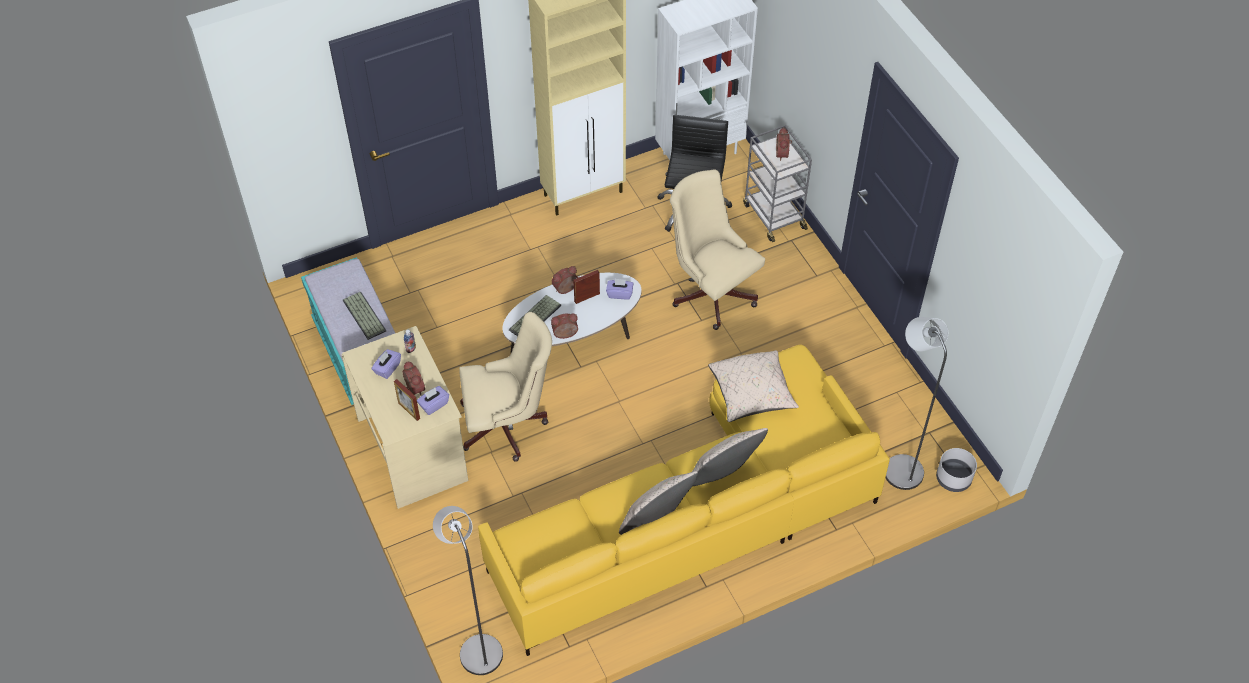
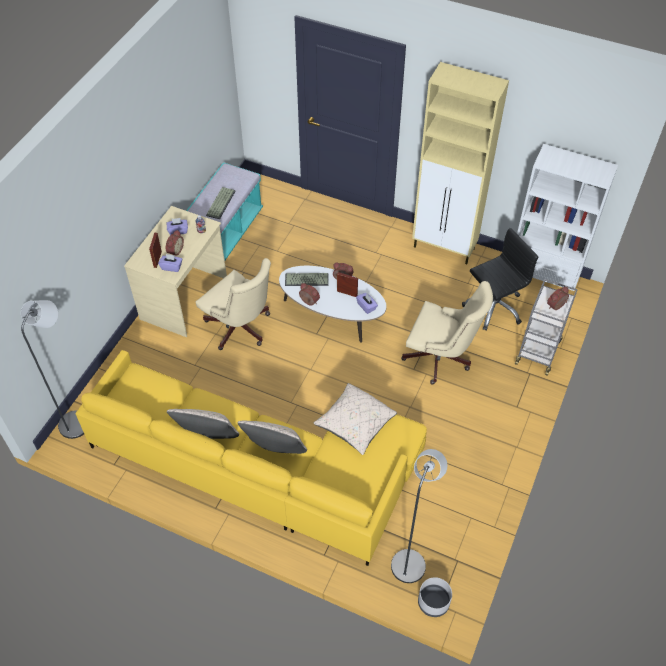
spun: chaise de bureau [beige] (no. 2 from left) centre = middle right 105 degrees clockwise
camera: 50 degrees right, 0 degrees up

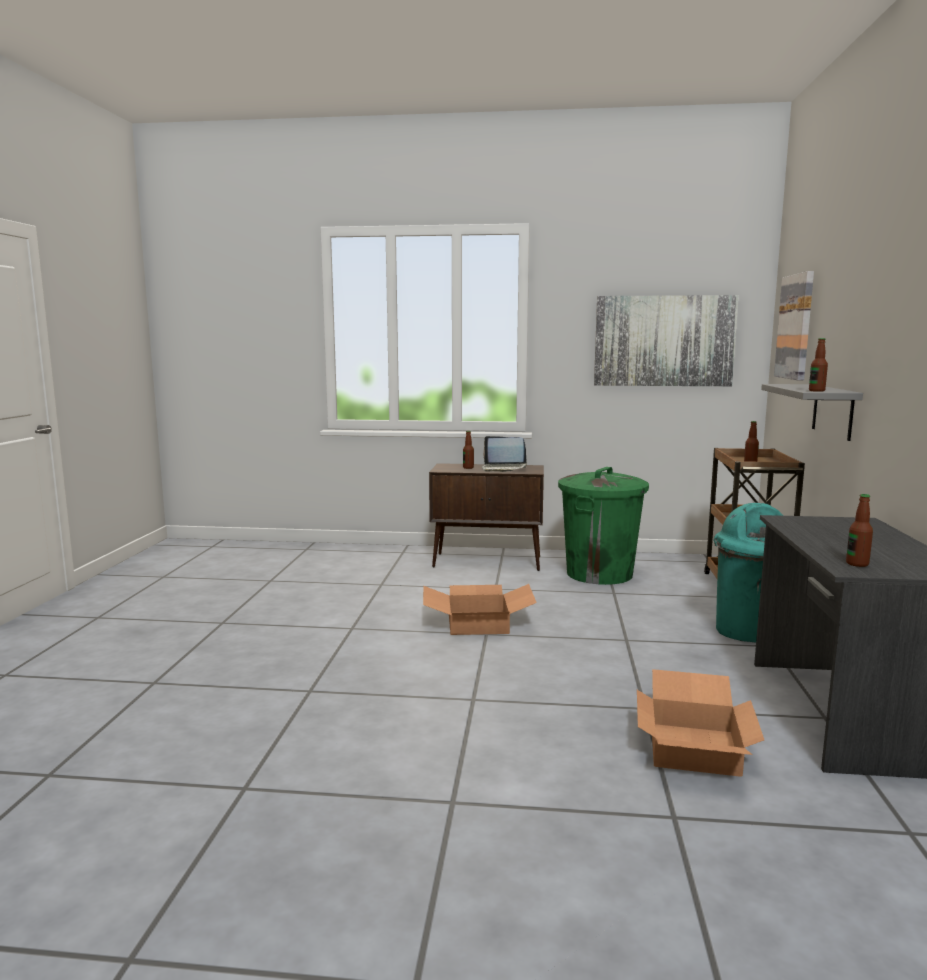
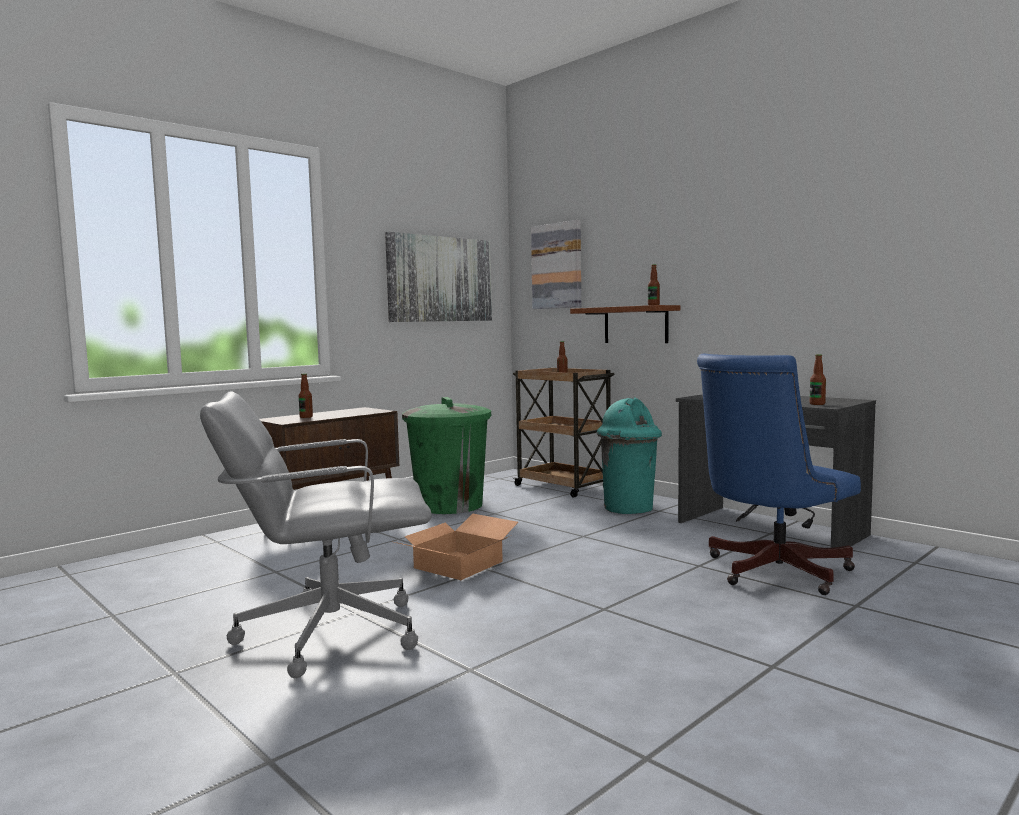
missing: ordinateur portable centre
appeared: chaise de bureau [gris] middle left
exchanged: carton (no. 2 from left) bottom right to chaise de bureau [bleu] middle right
colour: étagère [gris] middle right to étagère [marron] centre
camera: 50 degrees left, 5 degrees down

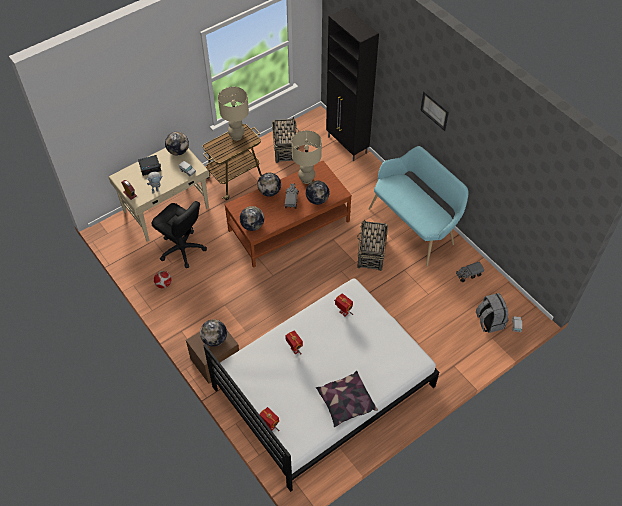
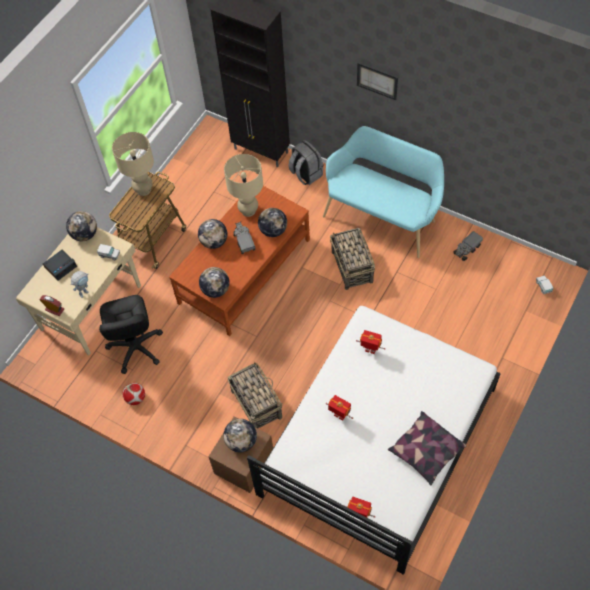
relocated: panier (no. 1 from left) top centre to bottom centre; sac à dos [gris] middle right to top centre
spun: chaise de bureau [noir] middle left = middle left 60 degrees clockwise
camera: 20 degrees left, 5 degrees up

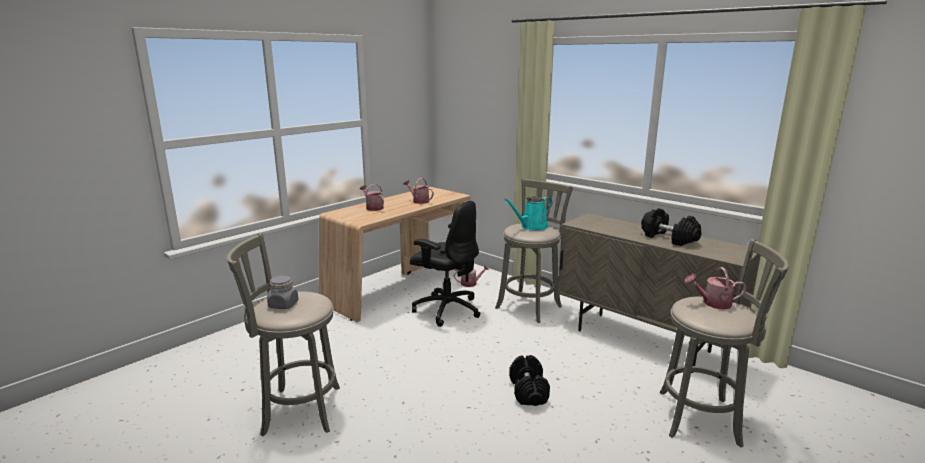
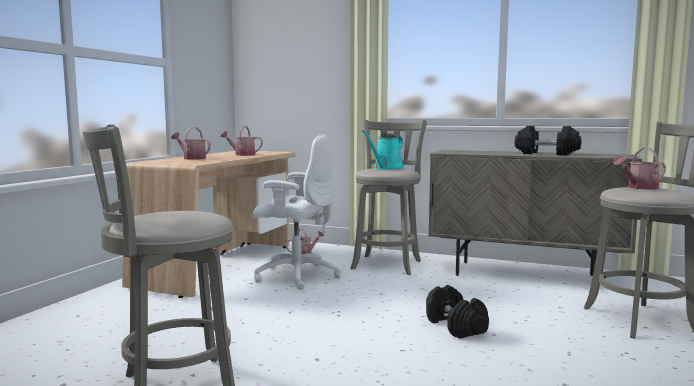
missing: bocal [gris] middle left
colour: chaise de bureau [noir] centre to chaise de bureau [blanc] centre
camera: 20 degrees left, 10 degrees down

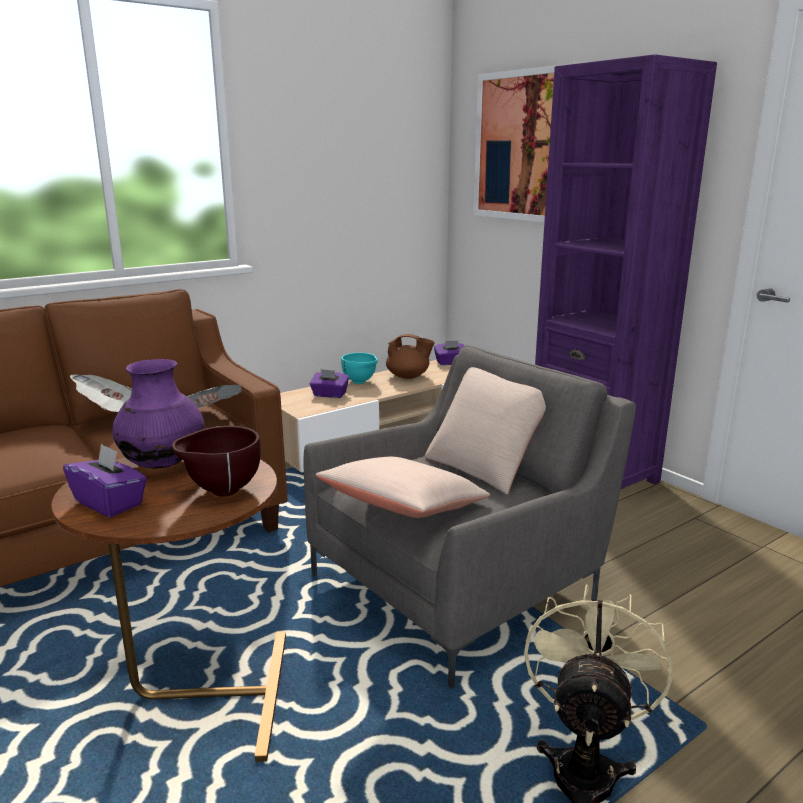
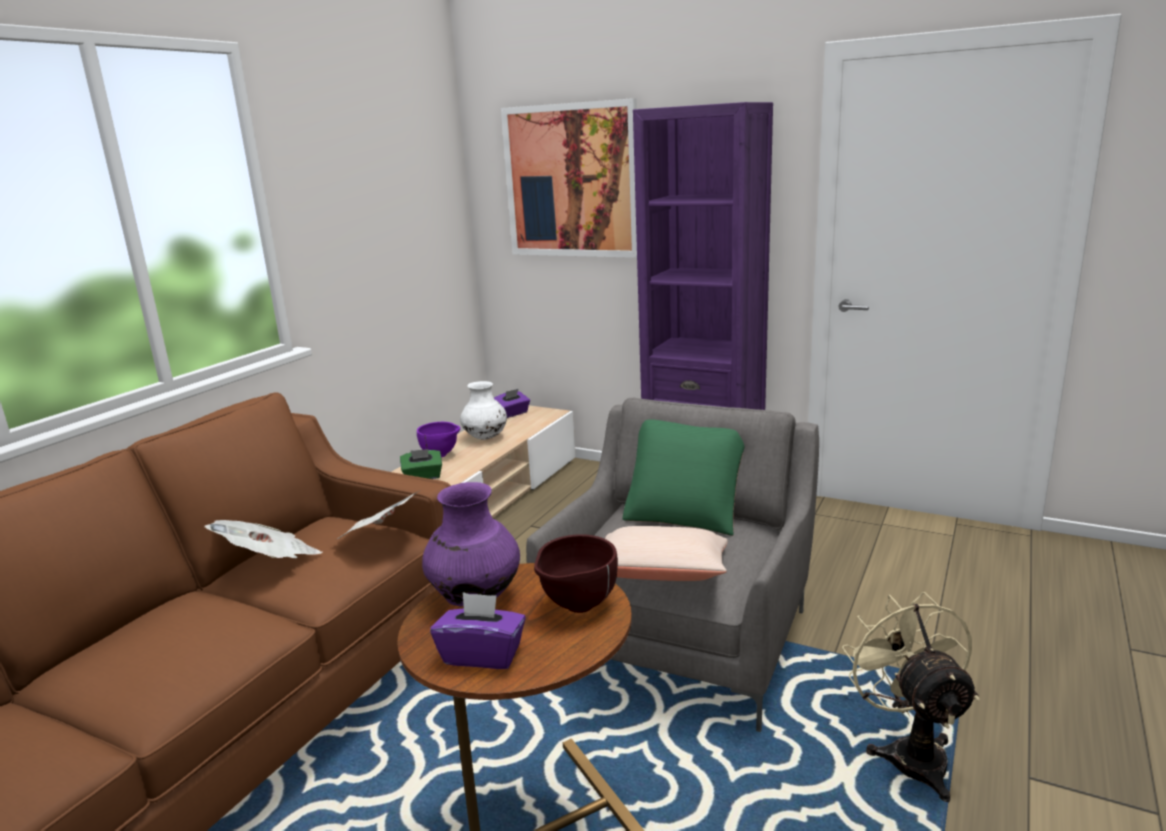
exchanged: théière [marron] centre to vase [blanc] centre
colour: boîte à mouchoirs [violet] (no. 2 from left) centre to boîte à mouchoirs [vert] centre; bol [turquoise] centre to bol [violet] centre; coussin [beige] (no. 2 from left) centre to coussin [vert] centre
camera: 25 degrees left, 0 degrees up

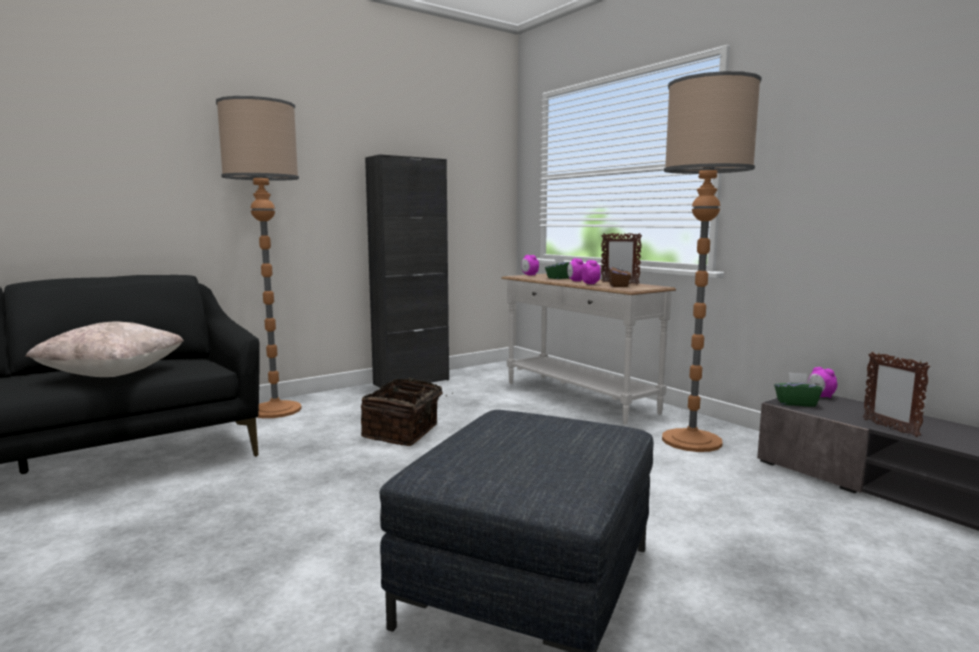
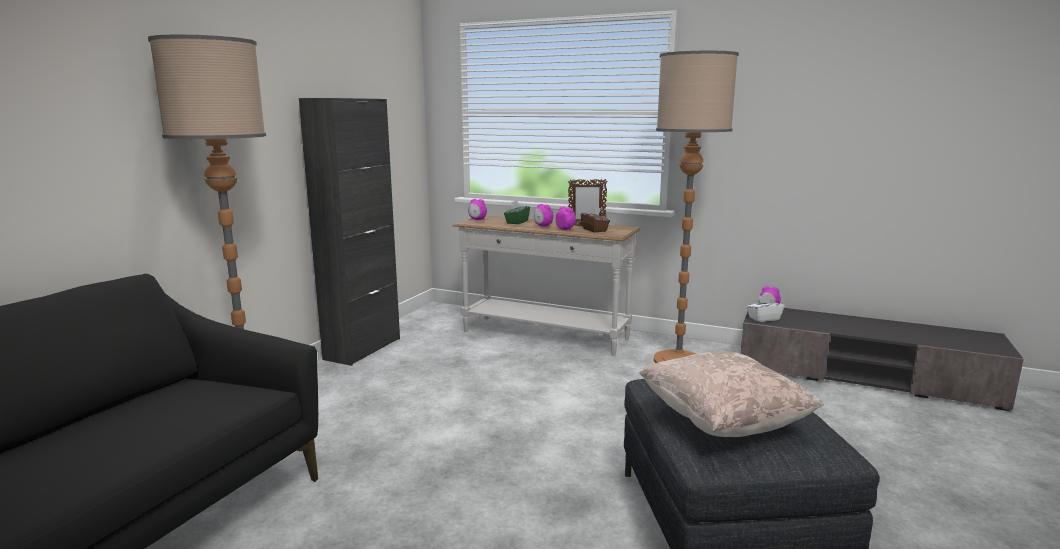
missing: panier centre; cadre photo (no. 2 from left) middle right
relocated: coussin [beige] middle left to bottom right
colour: boîte à mouchoirs [vert] (no. 2 from left) middle right to boîte à mouchoirs [blanc] middle right
camera: 30 degrees left, 5 degrees up

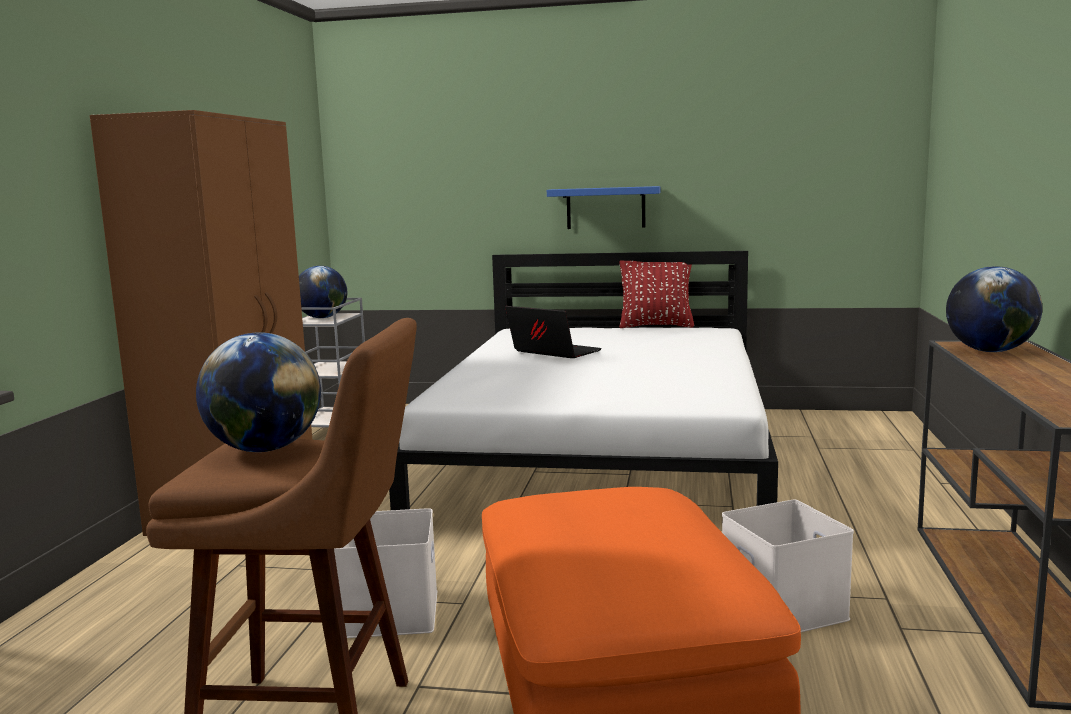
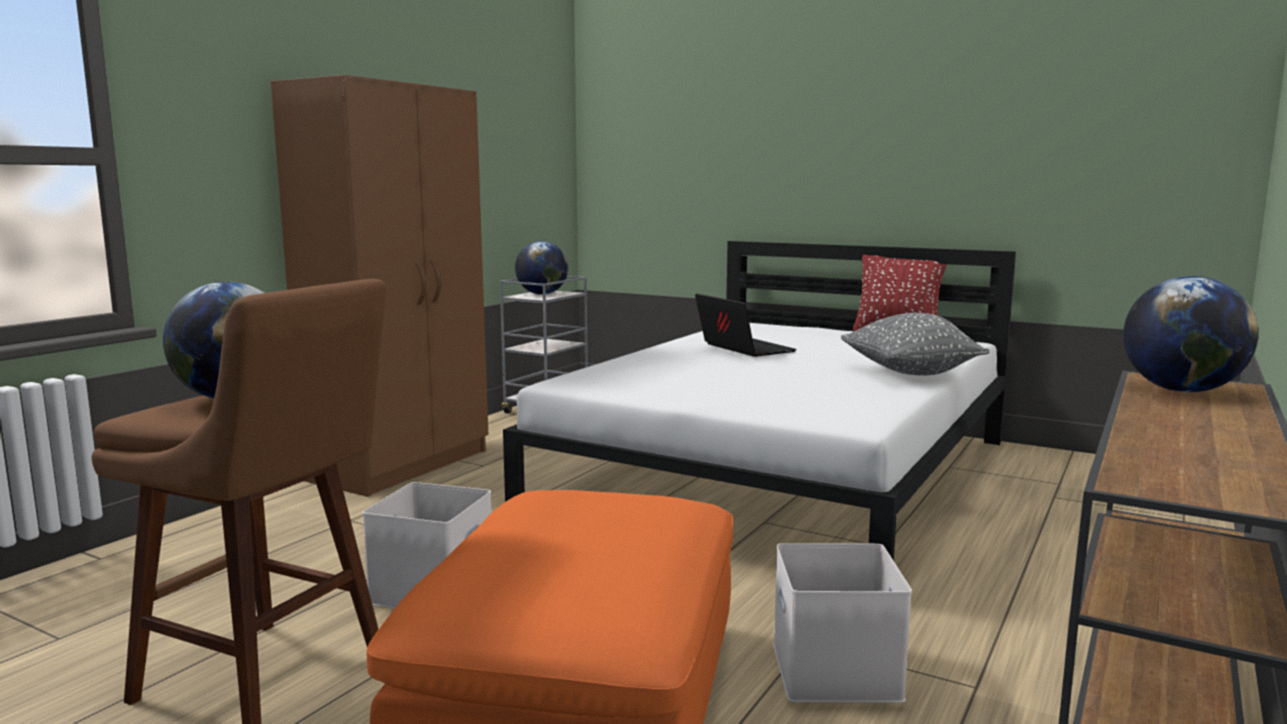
missing: étagère [bleu] top centre
appeared: coussin [gris] middle right
camera: 20 degrees right, 0 degrees up

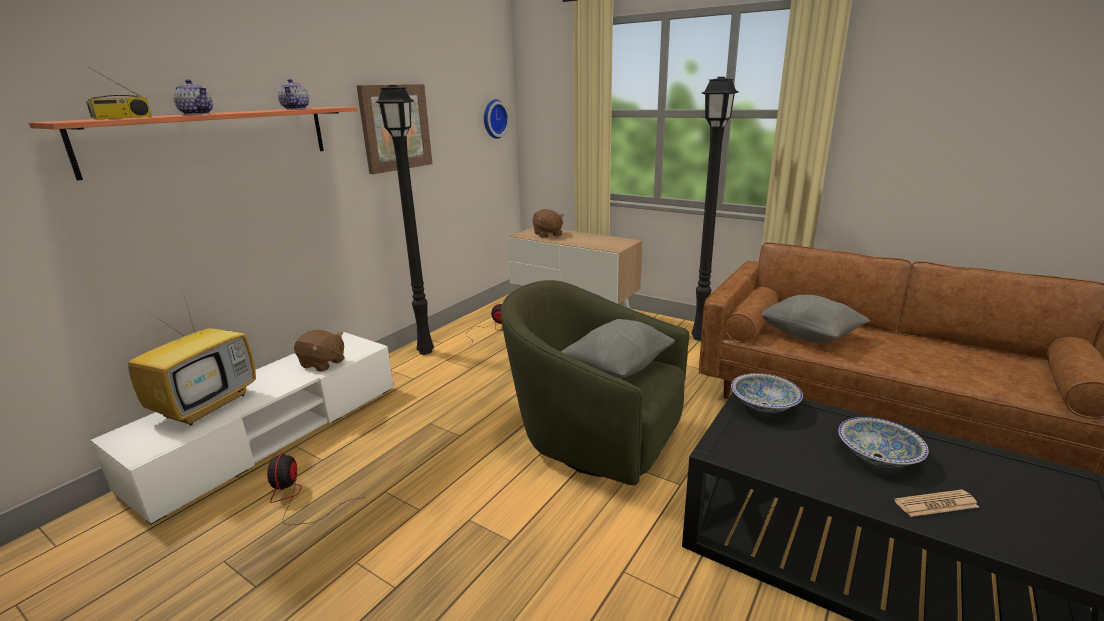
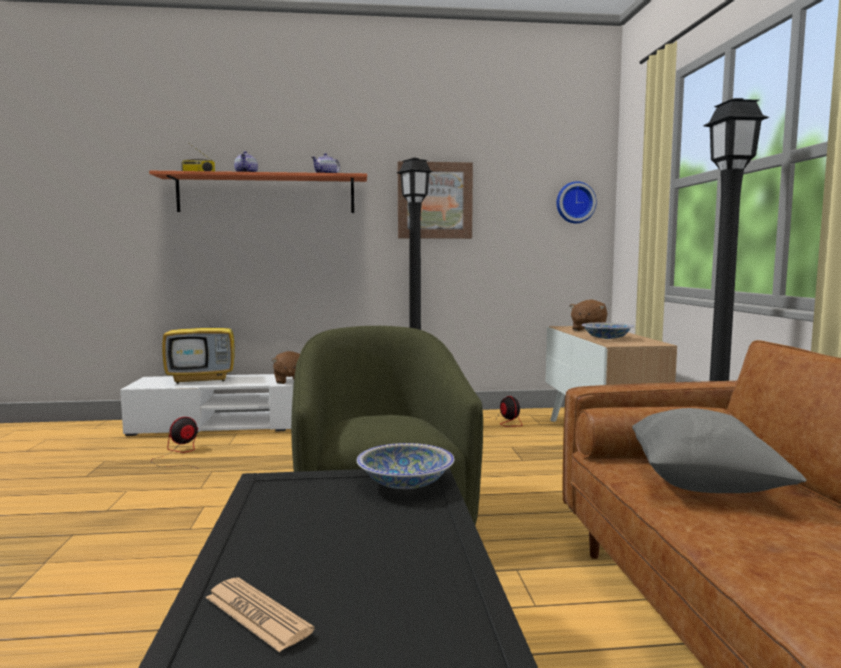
missing: coussin [gris] (no. 1 from left) centre
relocated: bol (no. 2 from left) bottom right to middle right
camera: 50 degrees right, 15 degrees down

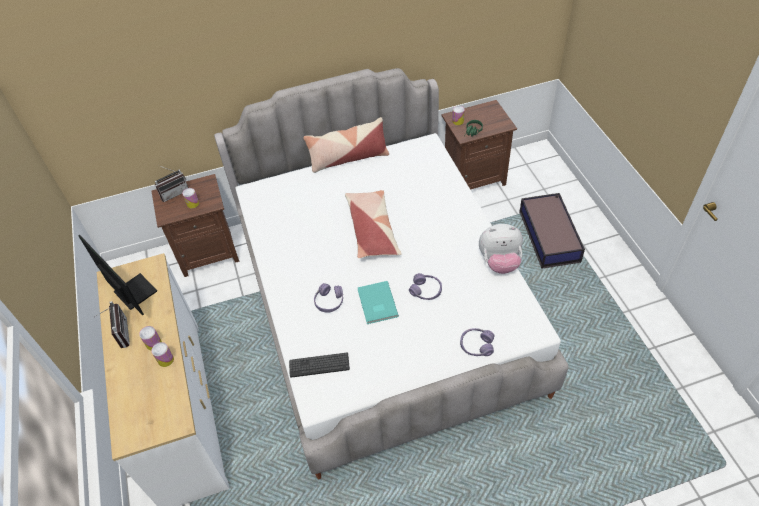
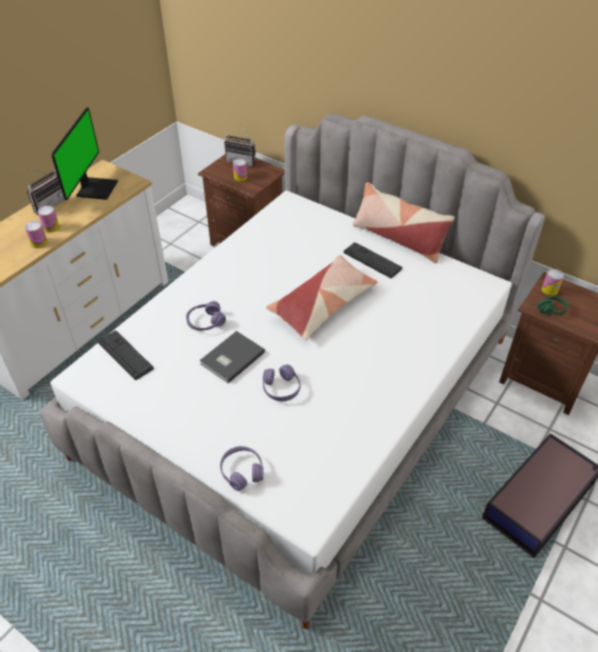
missing: peluche centre
appeared: clavier (no. 2 from left) centre
colour: livre [turquoise] centre to livre [gris] centre
camera: 50 degrees right, 5 degrees down

